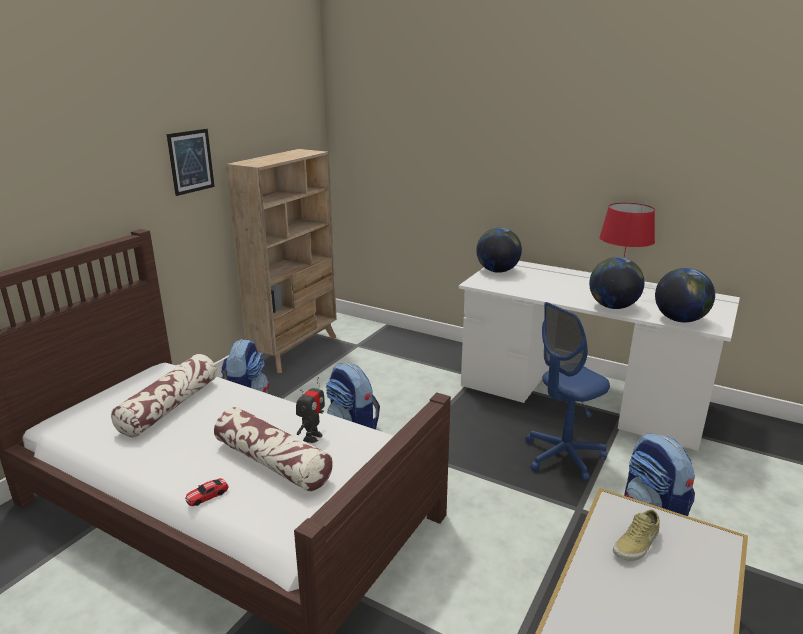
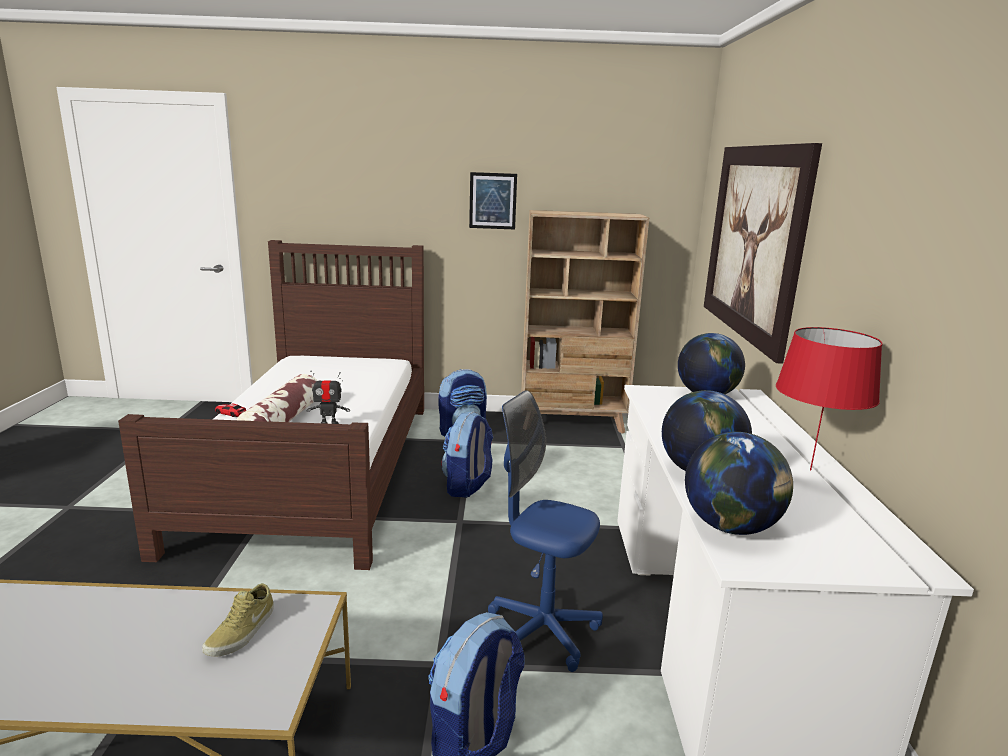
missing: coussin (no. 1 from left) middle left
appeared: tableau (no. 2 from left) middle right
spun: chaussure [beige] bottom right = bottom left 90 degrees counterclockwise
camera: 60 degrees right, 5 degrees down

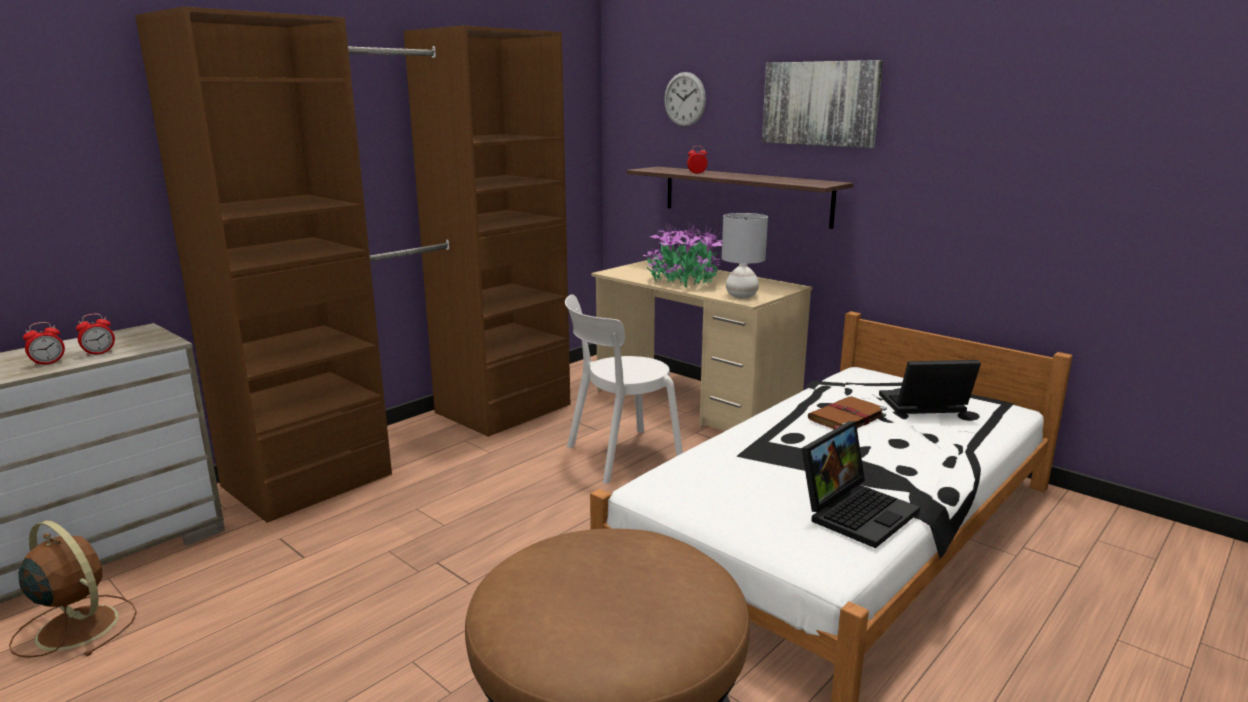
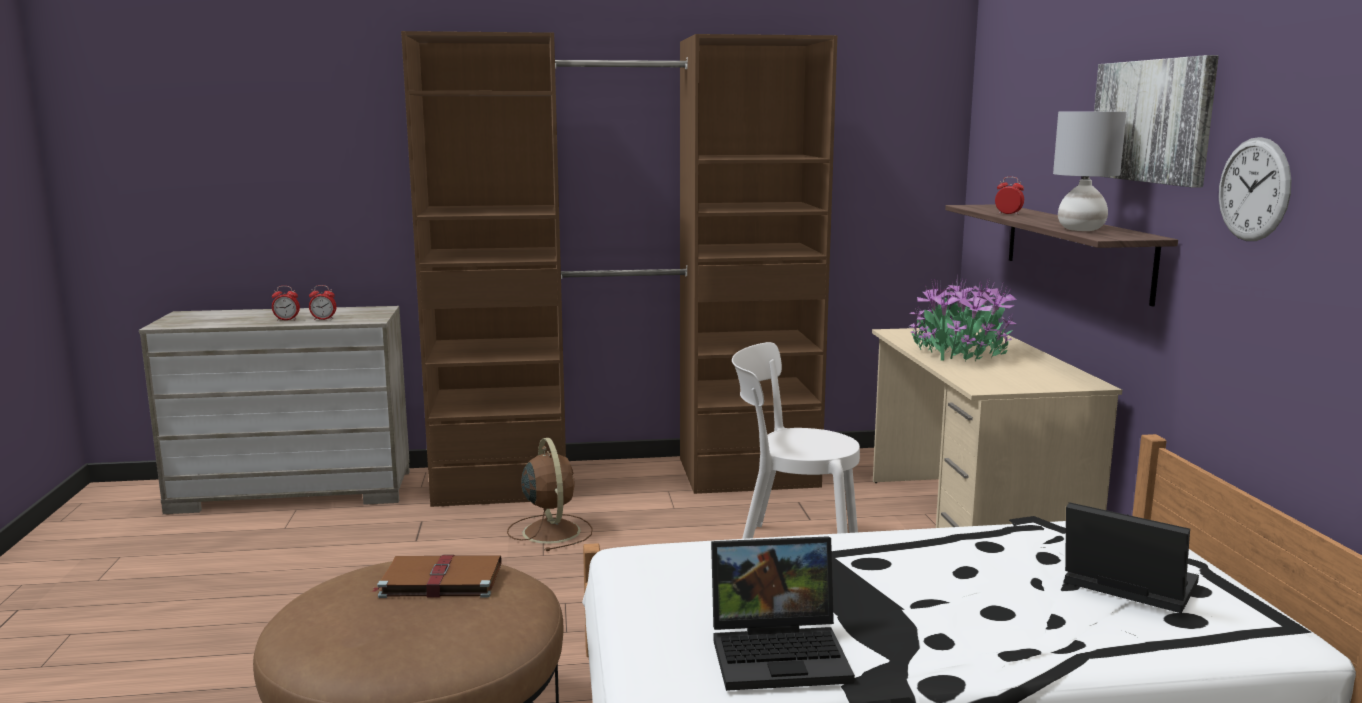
relocated: ventilateur [marron] bottom left to bottom centre; horloge murale top centre to top right; lampe de table [gris] centre to top right; livre [marron] middle right to bottom left
camera: 40 degrees right, 5 degrees down

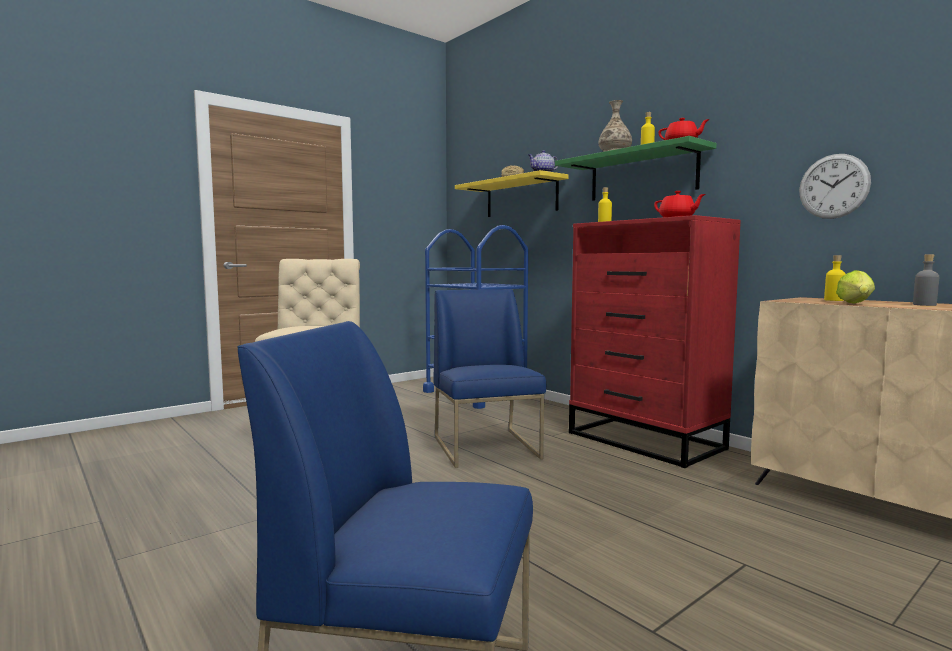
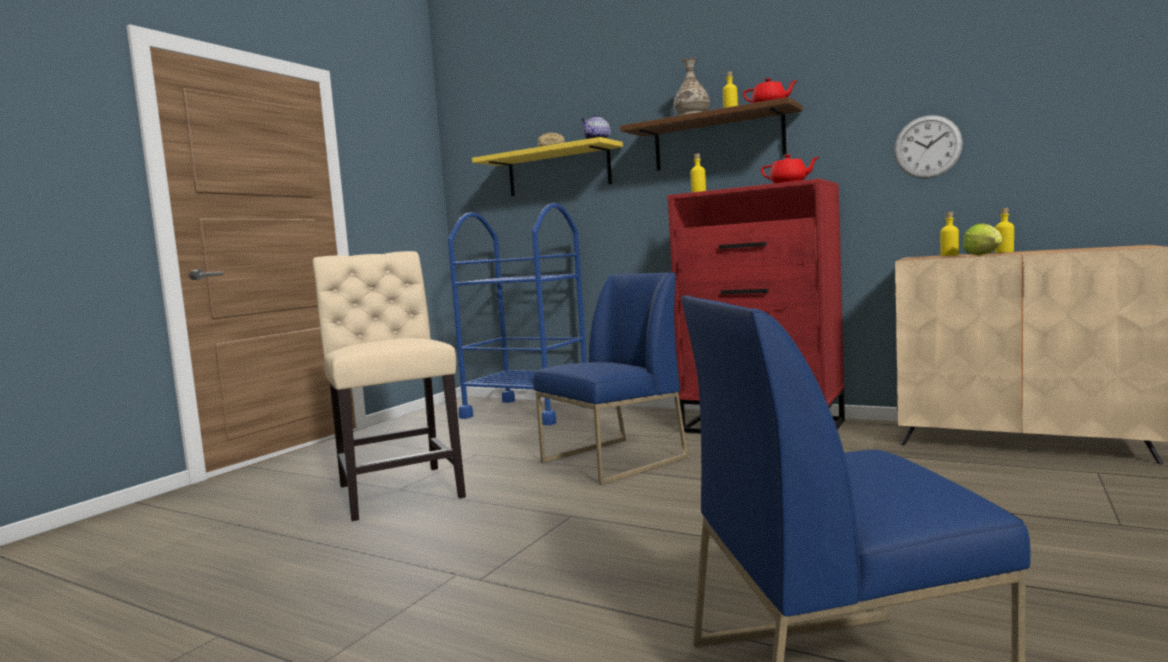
missing: bouteille [gris] middle right
appeared: bouteille [jaune] (no. 4 from left) middle right
colour: étagère [vert] top right to étagère [marron] top centre
spun: chaise [bleu] (no. 2 from left in the first image) centre = centre 90 degrees clockwise
camera: 20 degrees left, 0 degrees up

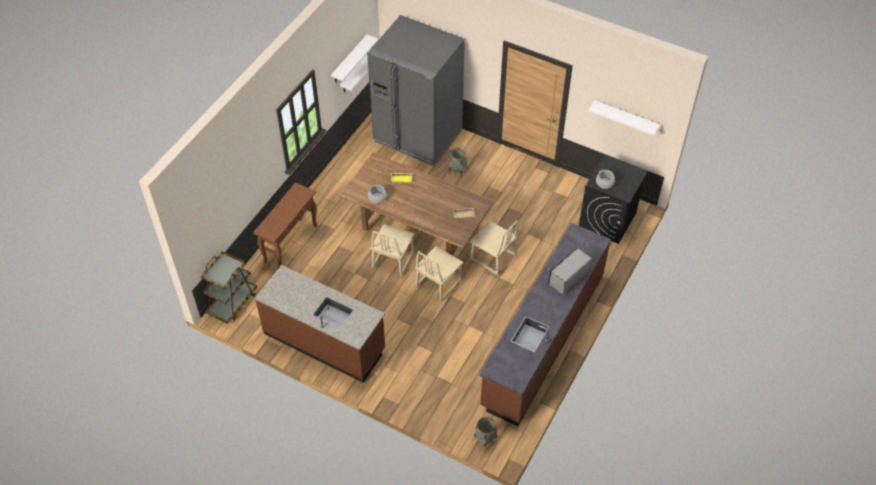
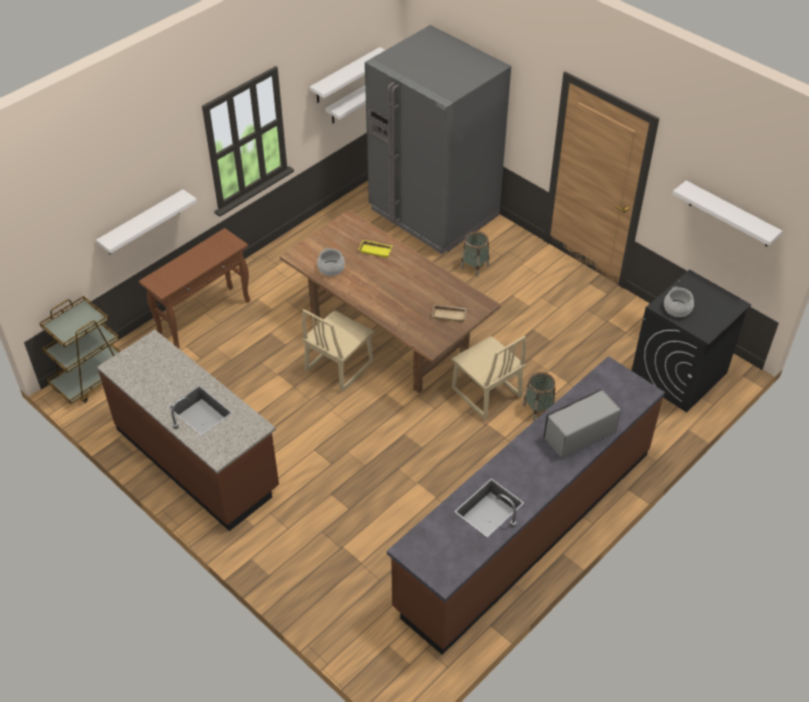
missing: chaise [beige] (no. 2 from left) centre
appeared: étagère [blanc] (no. 1 from left) top left
relocated: panier (no. 2 from left) bottom centre to centre
camera: 15 degrees right, 5 degrees down

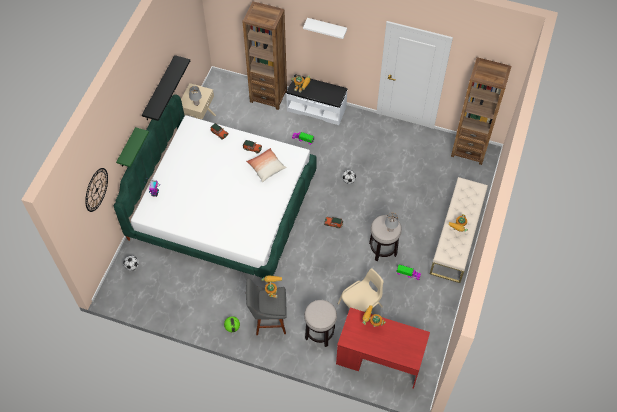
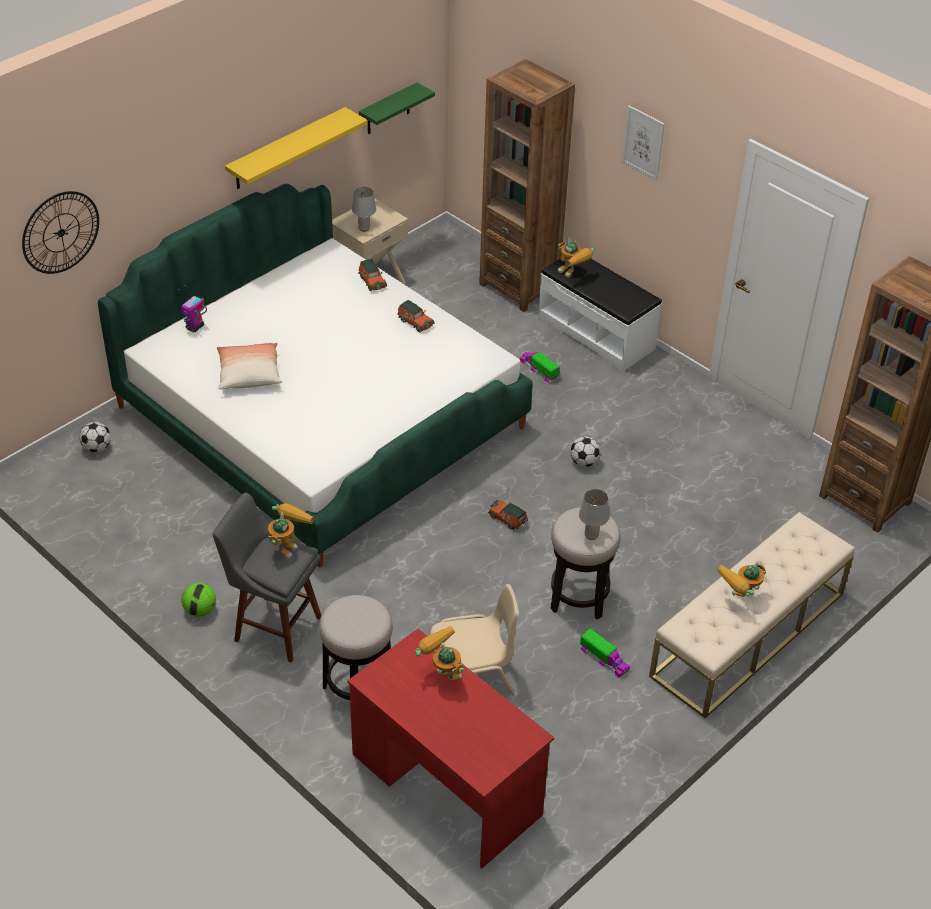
relocated: étagère [vert] middle left to top centre; coussin centre to middle left
exchanged: étagère [blanc] top centre to tableau top right
colour: étagère [noir] top left to étagère [jaune] top left
camera: 25 degrees right, 15 degrees down

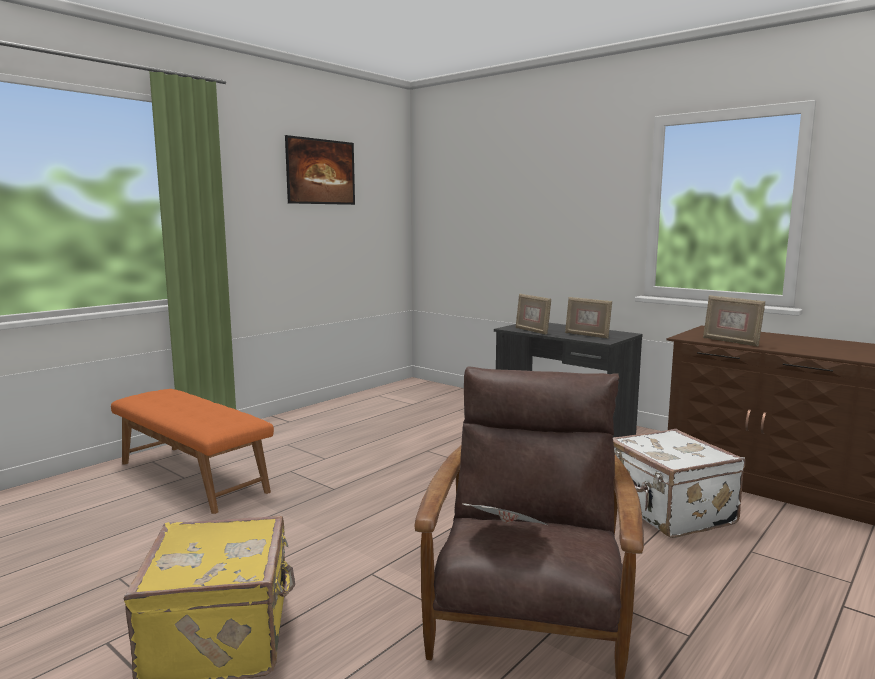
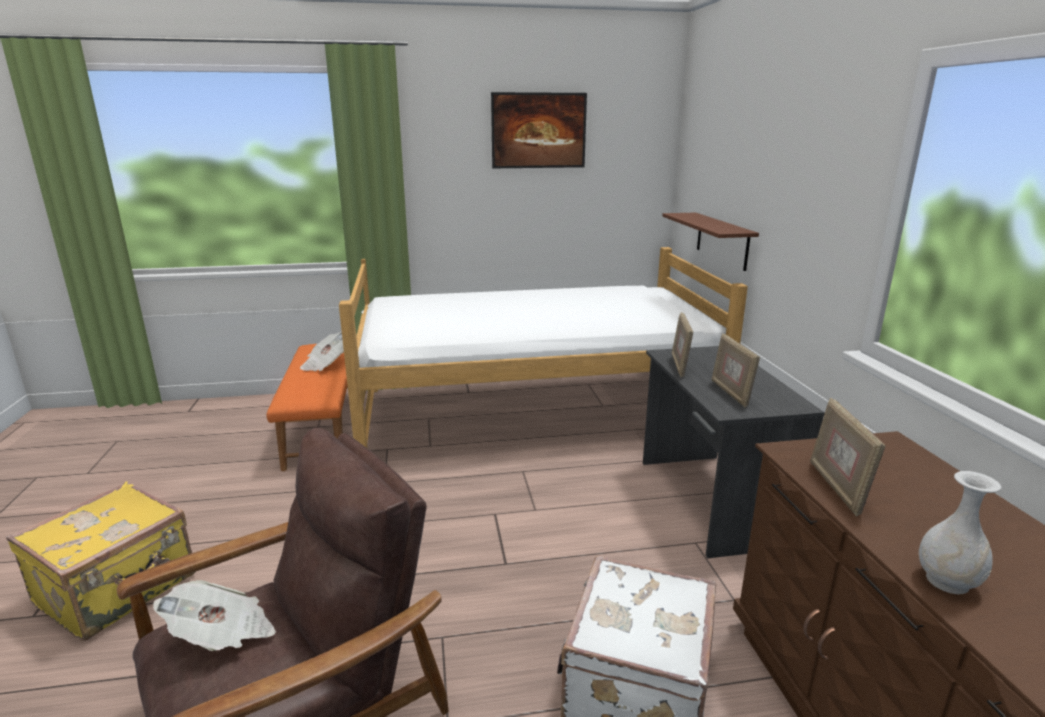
appeared: journal (no. 2 from left) middle left; lit centre; étagère [marron] middle right; vase [blanc] bottom right
camera: 40 degrees right, 10 degrees up

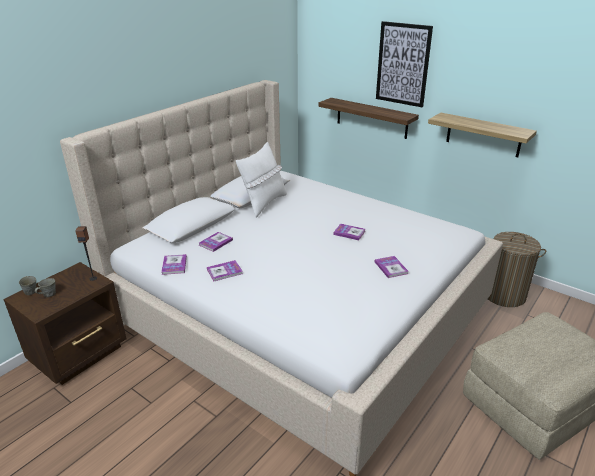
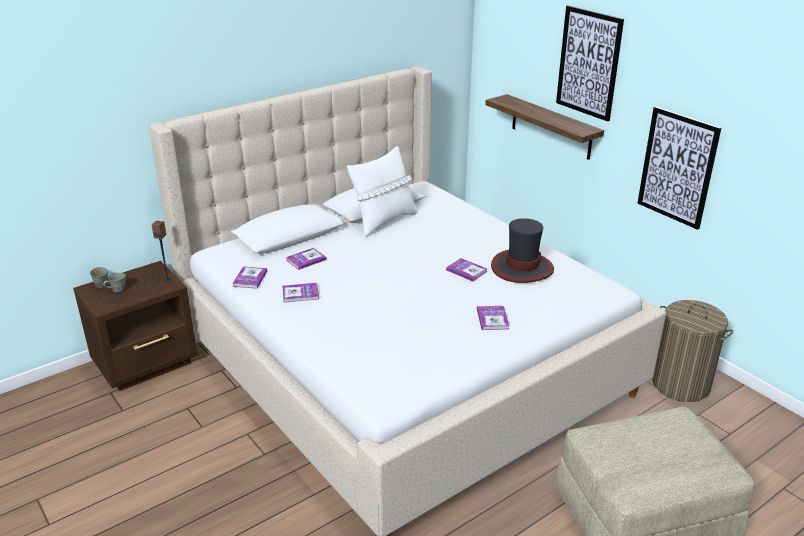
appeared: chapeau centre
exchanged: étagère (no. 2 from left) top right to tableau (no. 2 from left) top right
camera: 15 degrees right, 0 degrees up

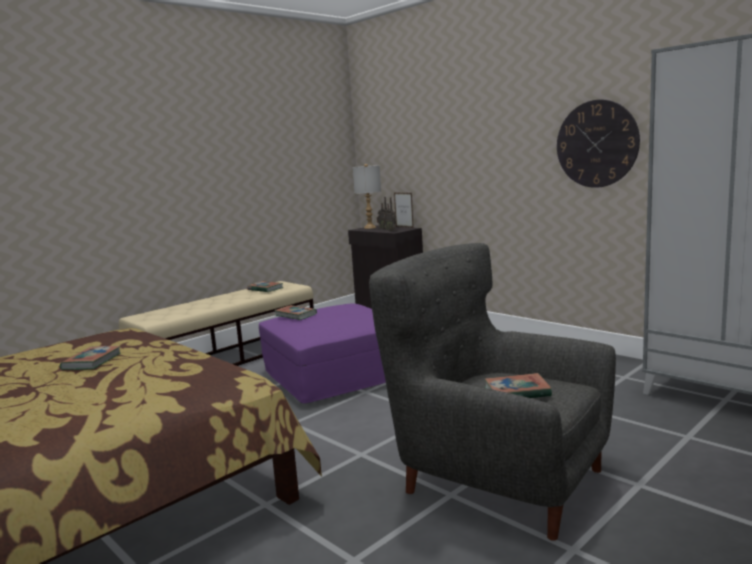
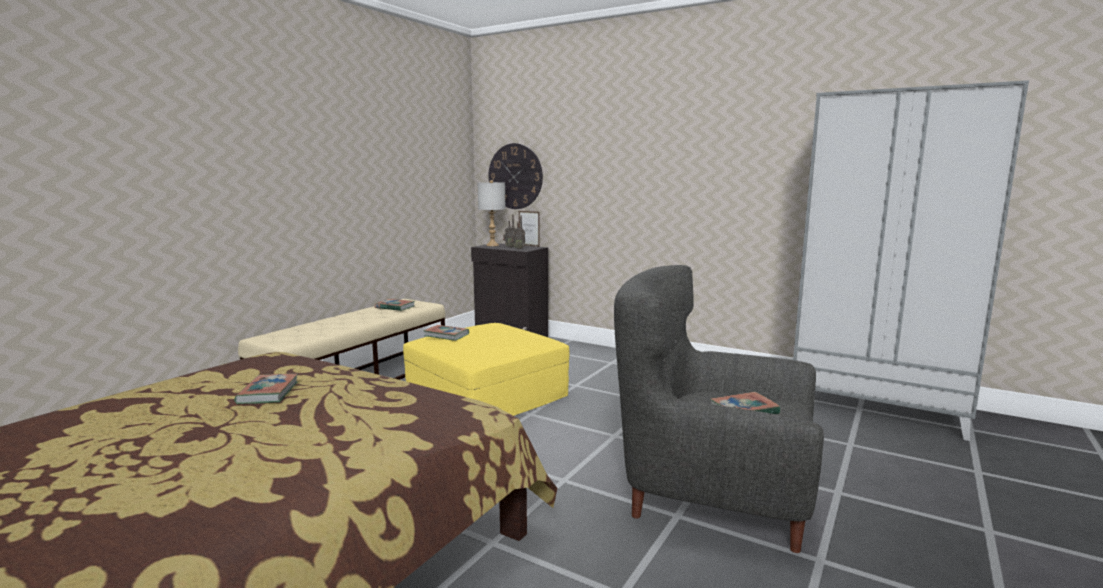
relocated: horloge murale top right to top centre
colour: pouf [violet] centre to pouf [jaune] centre
camera: 15 degrees left, 0 degrees up

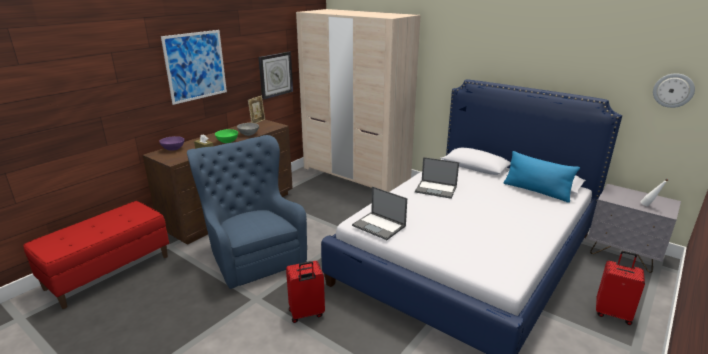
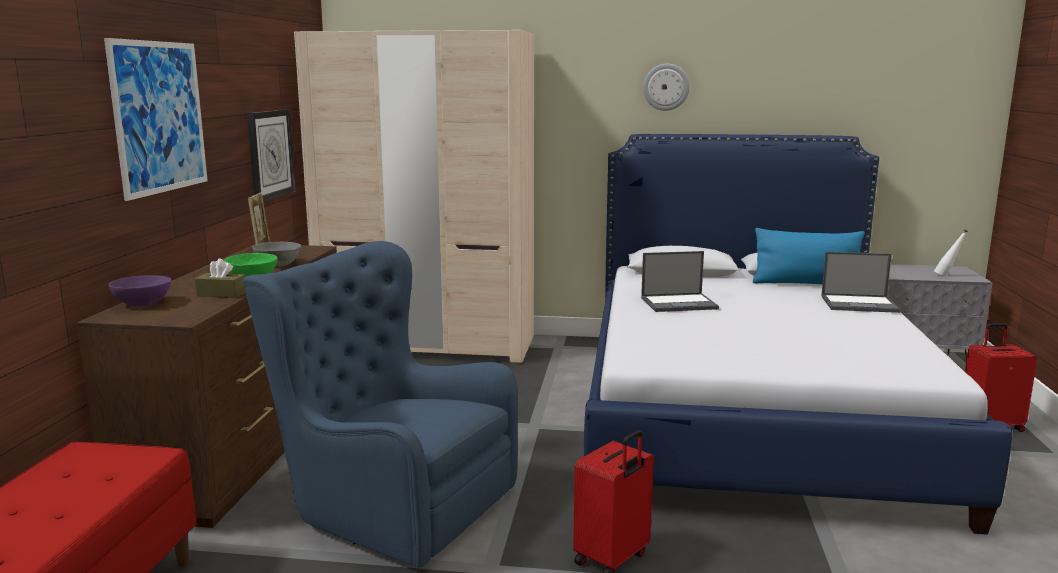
relocated: ordinateur portable (no. 1 from left in the first image) centre to ordinateur portable (no. 2 from left) middle right; horloge murale (no. 2 from left) top right to top centre
camera: 30 degrees left, 10 degrees down

